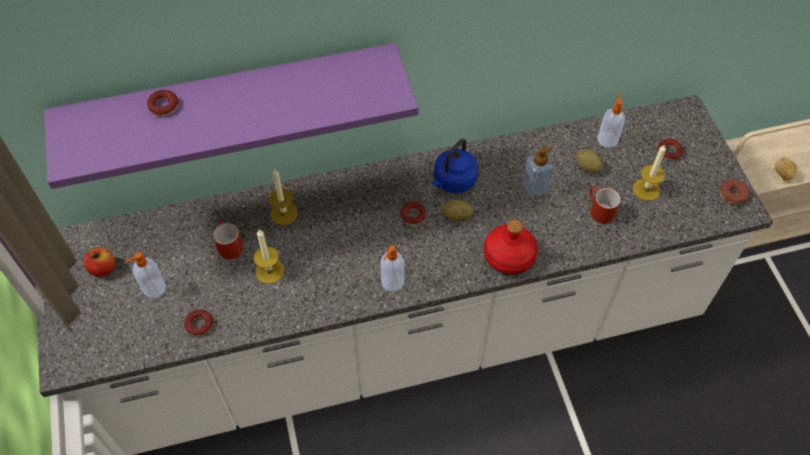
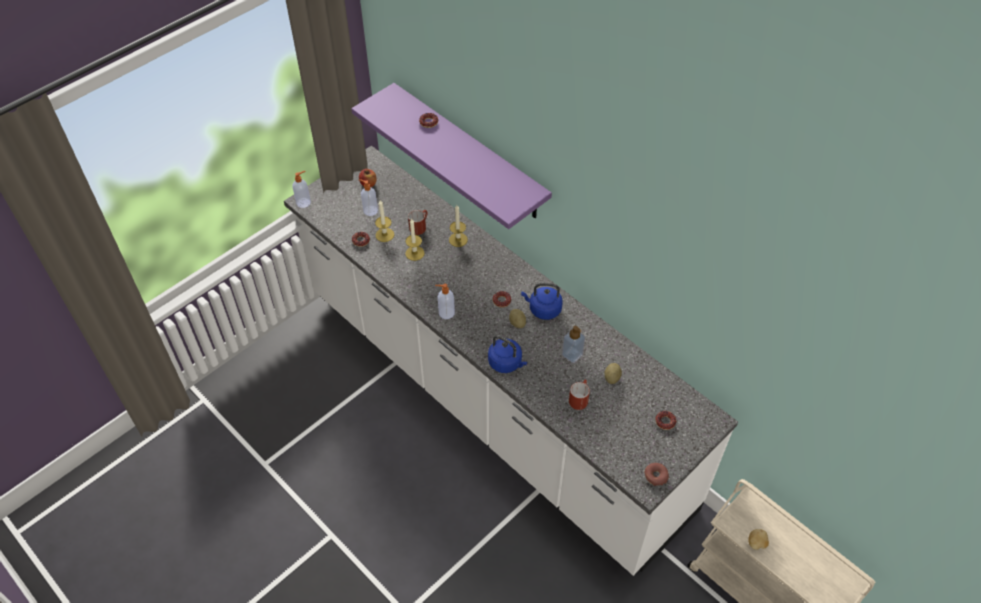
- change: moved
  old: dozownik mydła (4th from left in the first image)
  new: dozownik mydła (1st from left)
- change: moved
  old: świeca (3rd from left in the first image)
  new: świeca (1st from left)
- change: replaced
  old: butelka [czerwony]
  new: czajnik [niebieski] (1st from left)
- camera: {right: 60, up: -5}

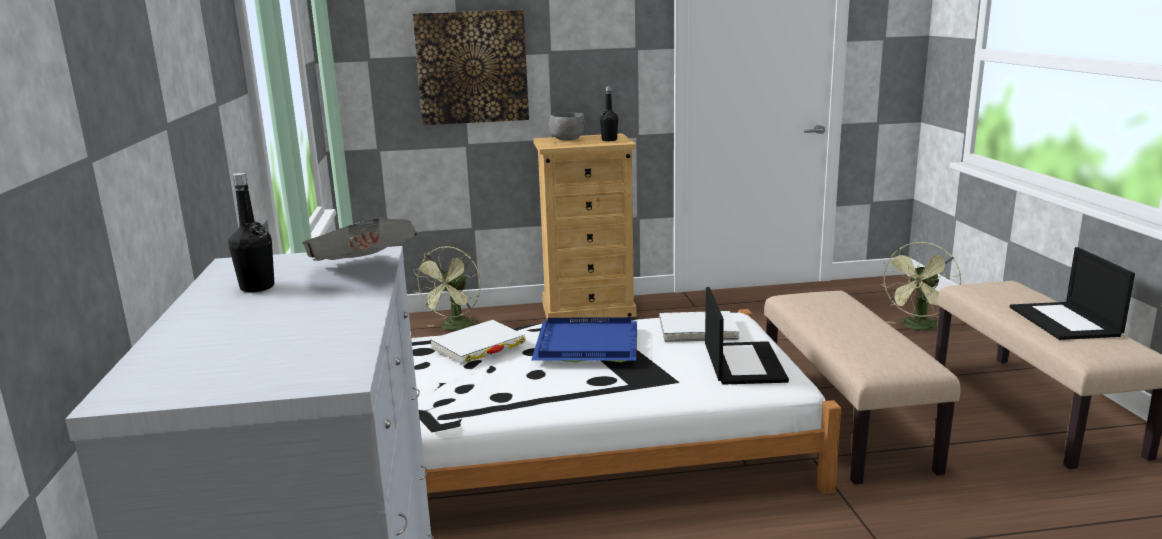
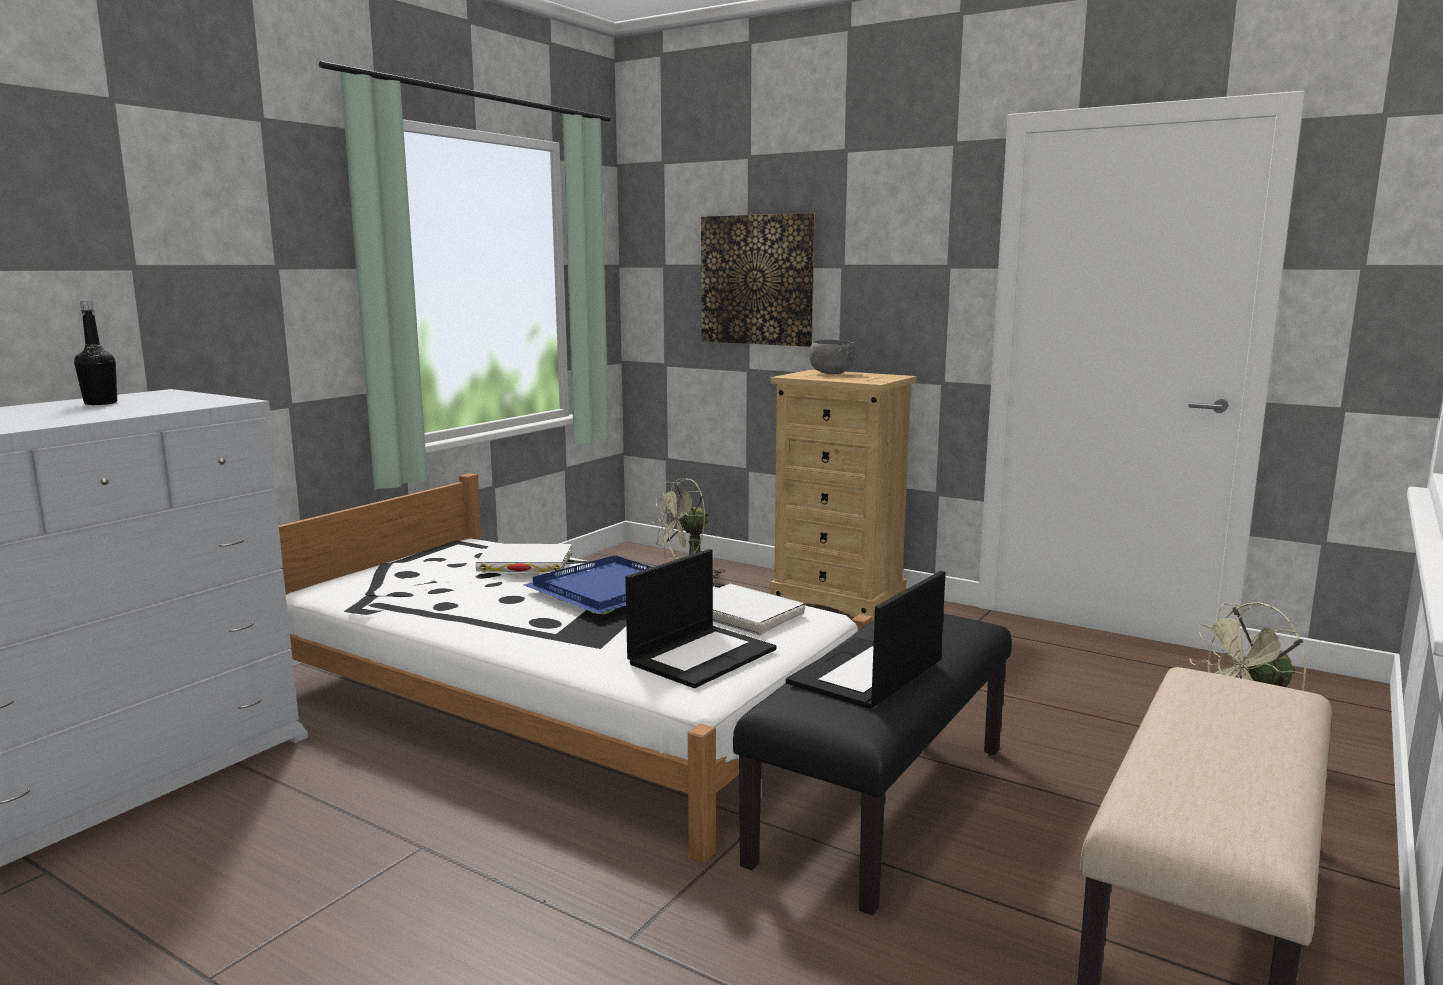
- change: removed
  old: butelka [czarny] (2nd from left)
- change: removed
  old: gazeta
- change: moved
  old: laptop (2nd from left)
- change: recoloured
  old: ławka [beżowy] (1st from left)
  new: ławka [czarny]
- camera: {right: 40, up: -5}

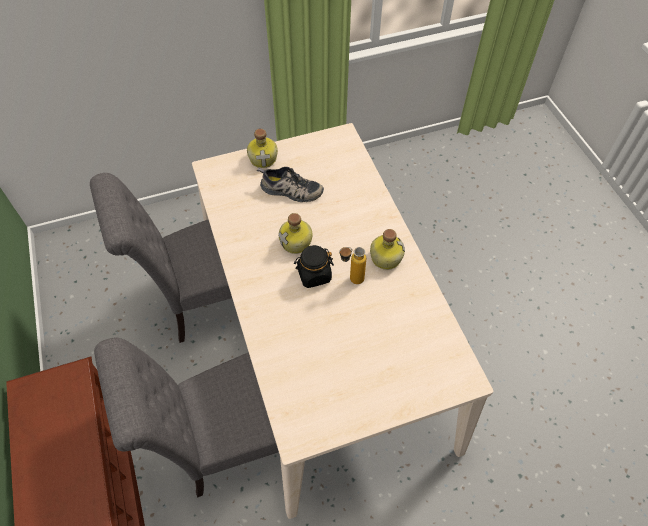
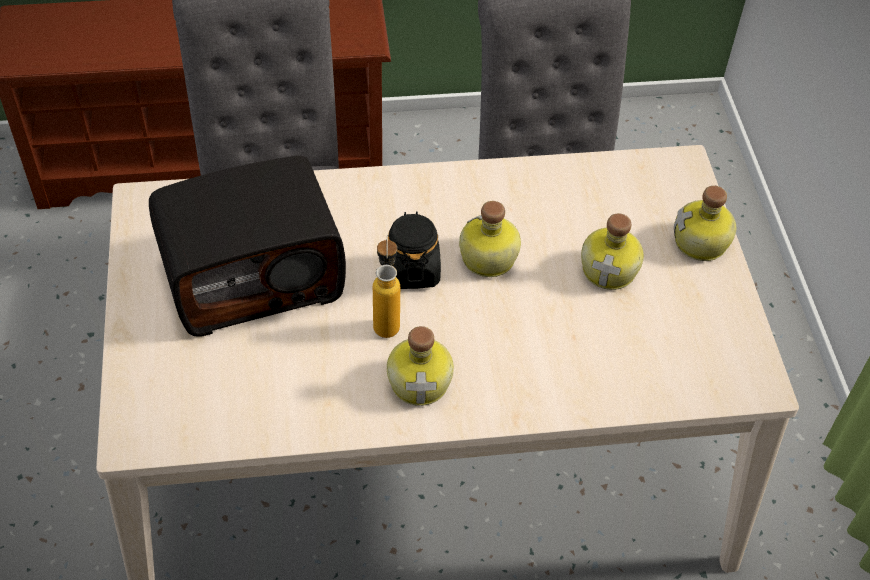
- change: replaced
  old: but
  new: butelka (4th from left)
- change: added
  new: radio
- camera: {right: 100, up: -5}

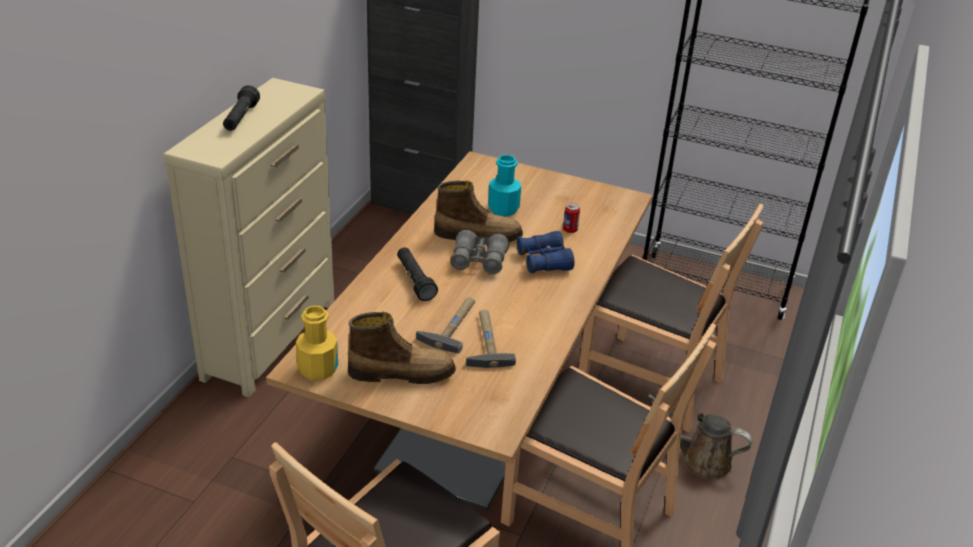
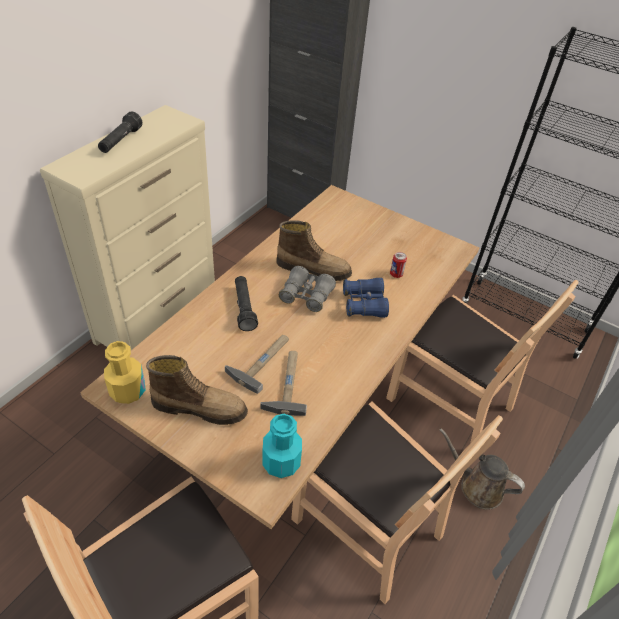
- change: moved
  old: butelka [turkusowy]
- camera: {right: 10, up: 10}

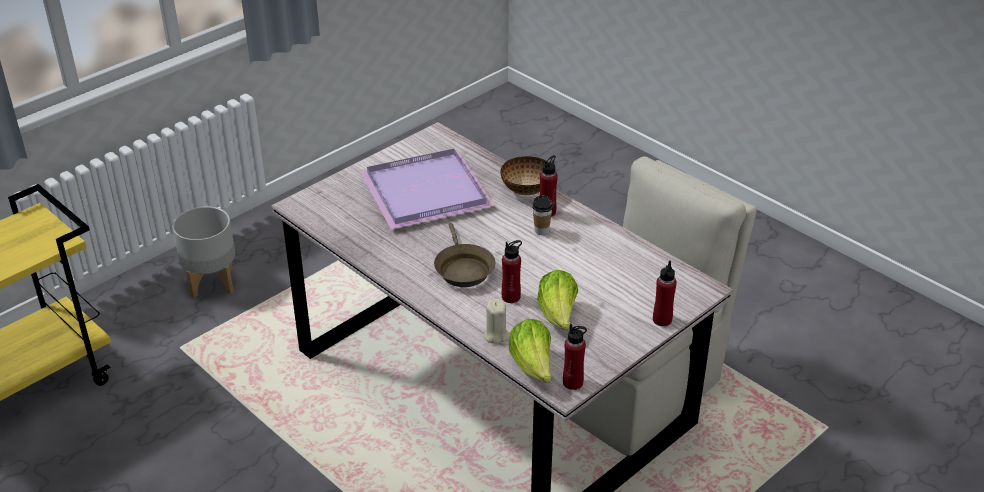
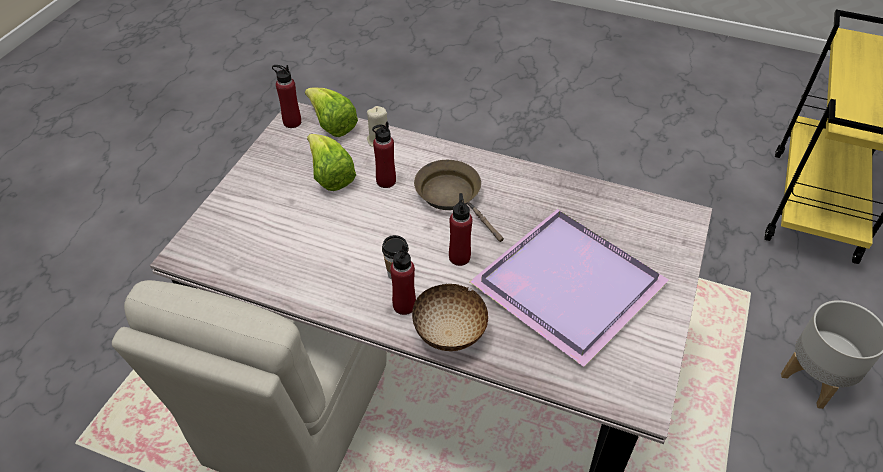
- change: moved
  old: butelka [czerwony] (4th from left)
- camera: {right: 155, up: 10}

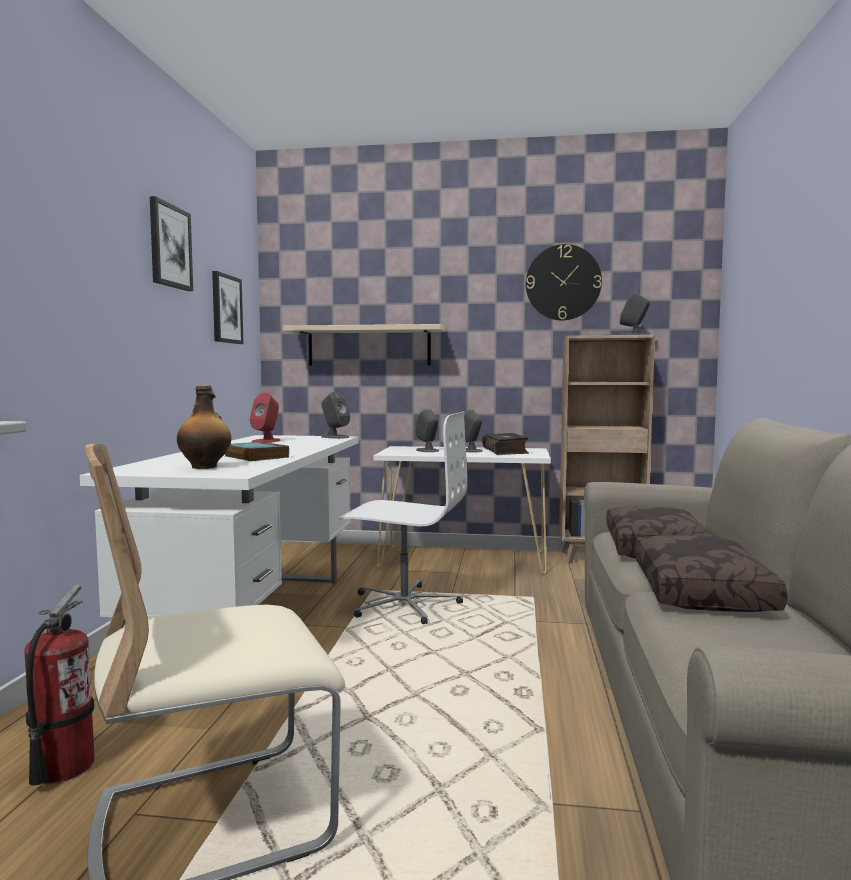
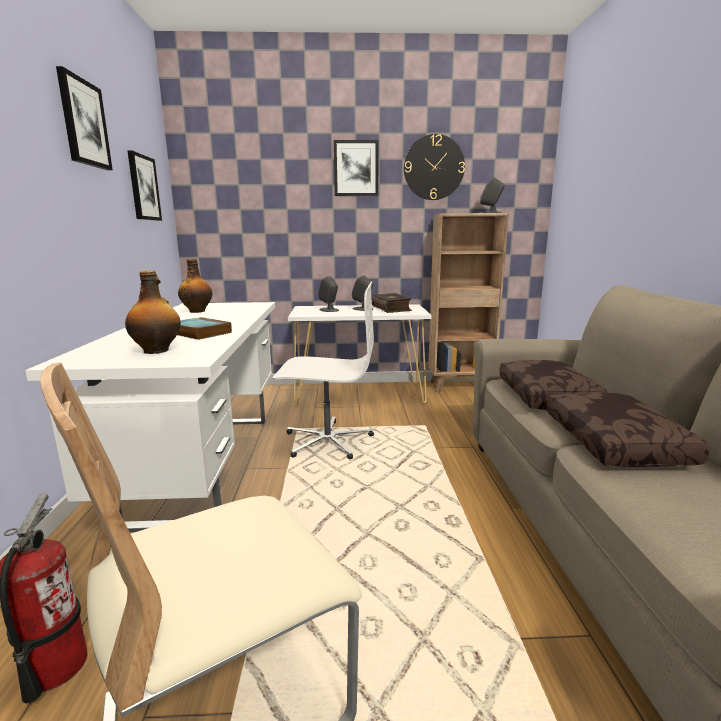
- change: removed
  old: półka [beżowy]
- change: removed
  old: głośnik [szary] (1st from left)
- change: replaced
  old: głośnik [czerwony]
  new: butelka (2nd from left)
- change: added
  new: obraz (3rd from left)
- camera: {right: -10, up: 10}

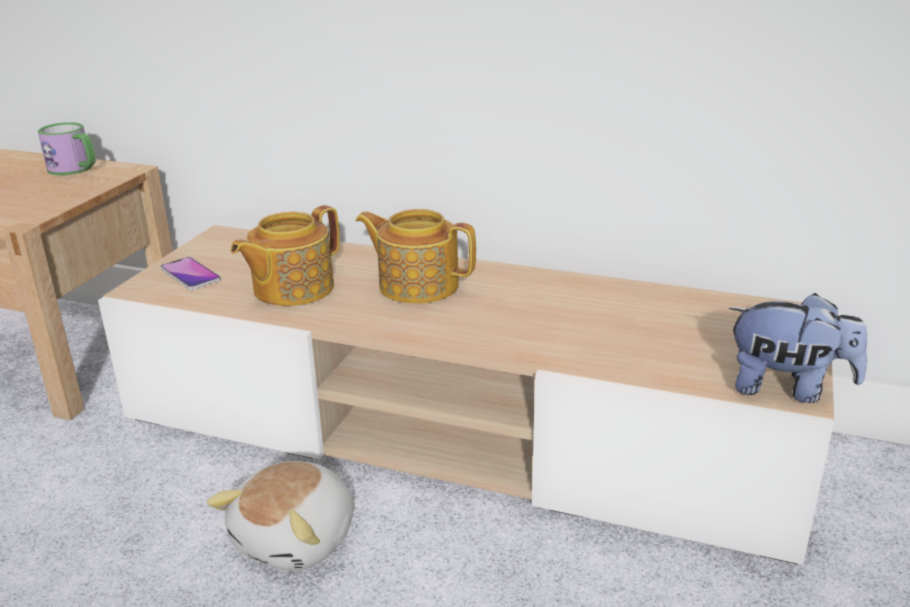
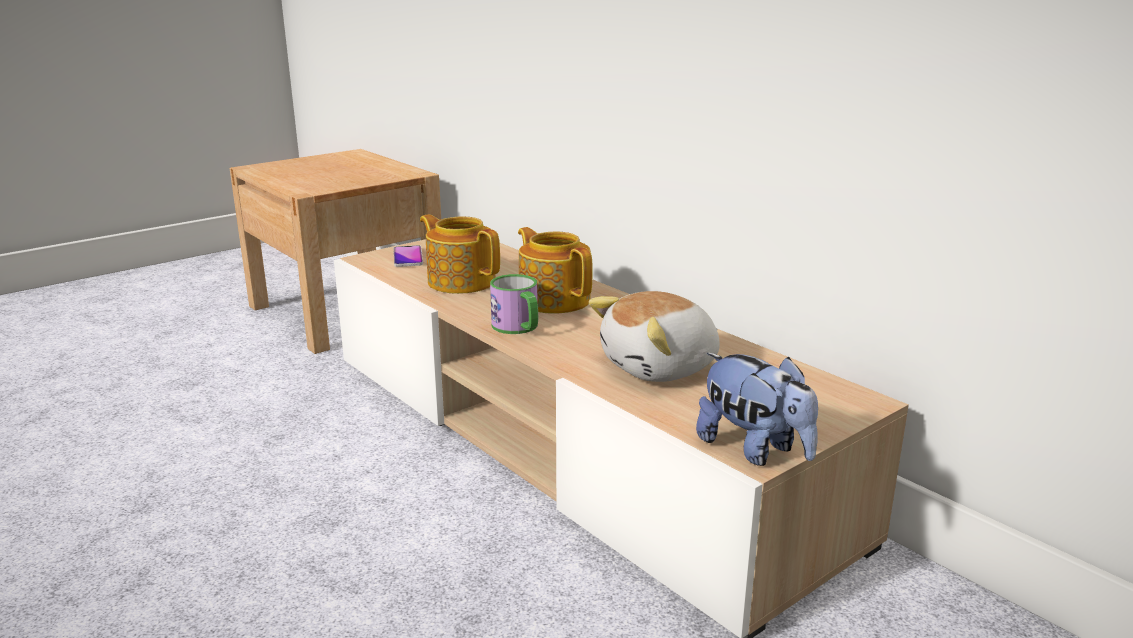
- change: moved
  old: kubek
- change: turned
  old: imbryk (1st from left)
  degrees: 60
- change: moved
  old: pluszak (1st from left)
- camera: {right: 30, up: -5}

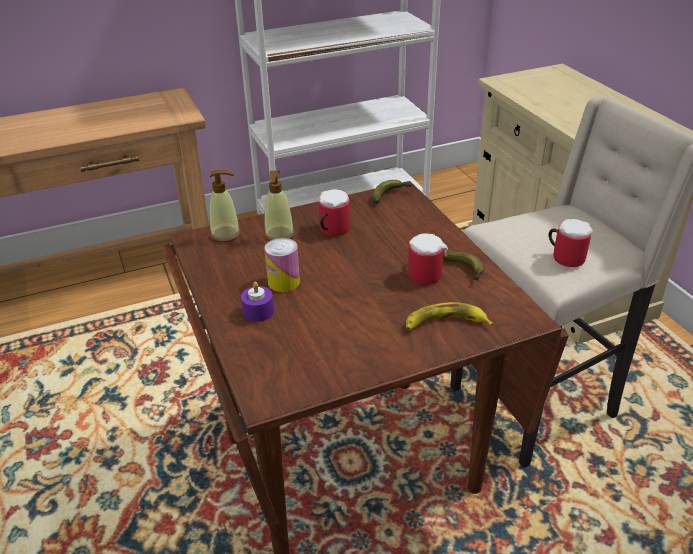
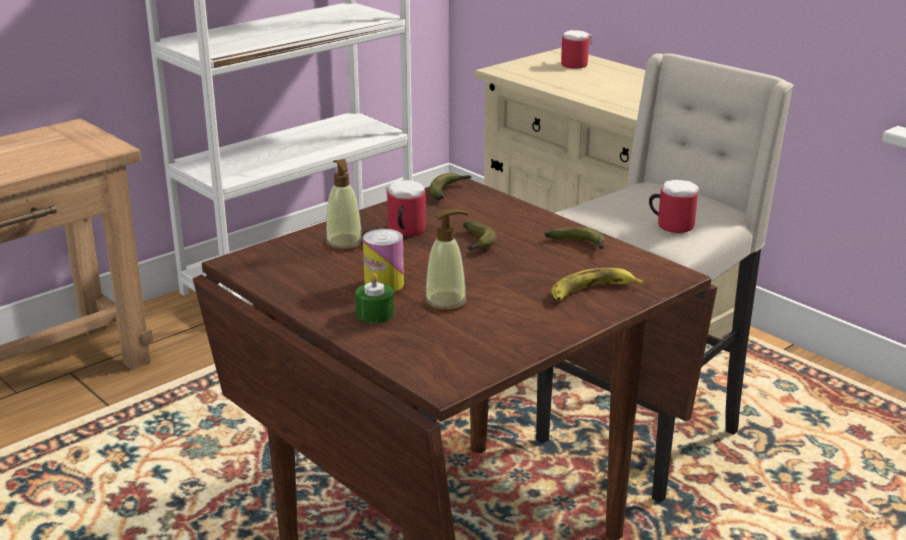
- change: moved
  old: dozownik mydła (1st from left in the first image)
  new: dozownik mydła (2nd from left)
- change: moved
  old: kubek (2nd from left)
- change: recoloured
  old: świeca [fioletowy]
  new: świeca [zielony]
- change: added
  new: banan (2nd from left)
- camera: {right: -20, up: -10}

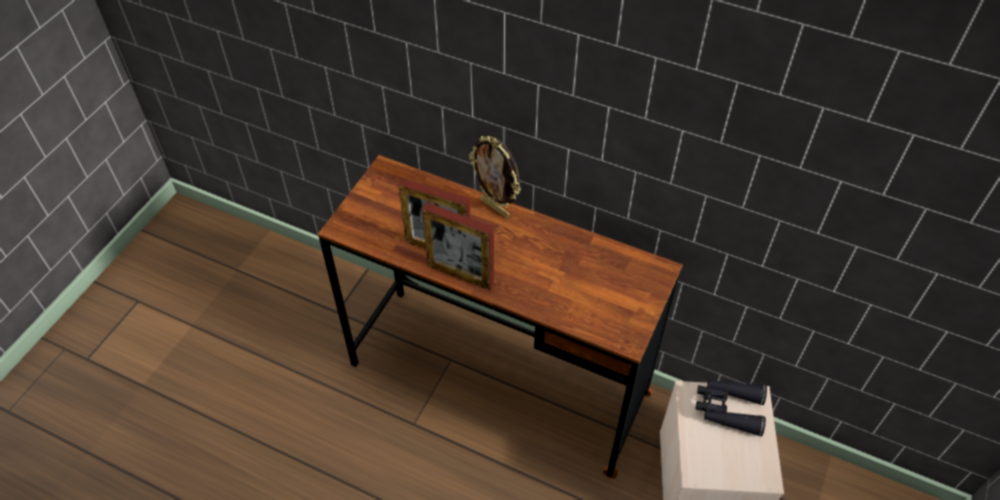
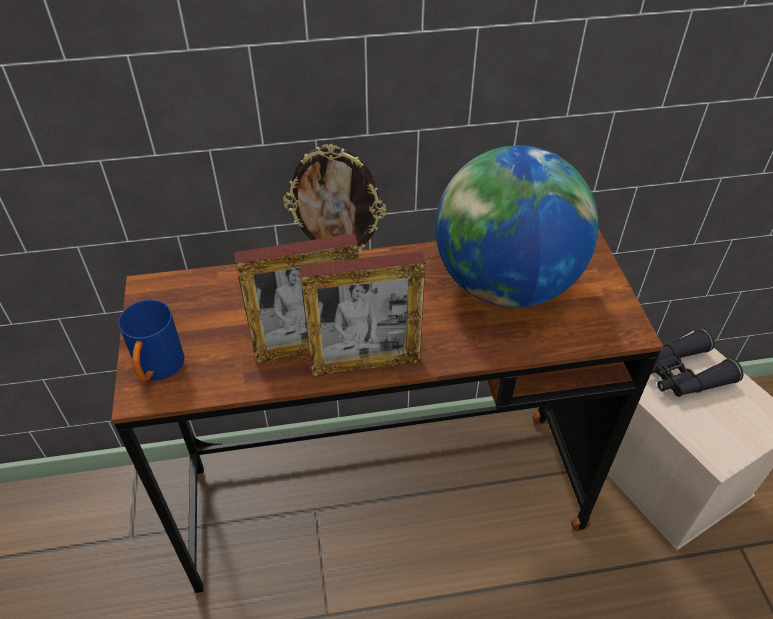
- change: added
  new: globus
- change: added
  new: kubek [niebieski]
- camera: {right: -35, up: -5}

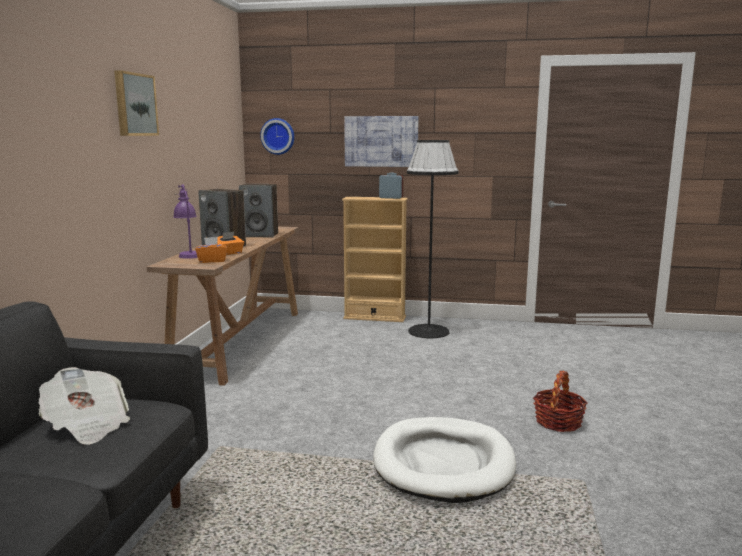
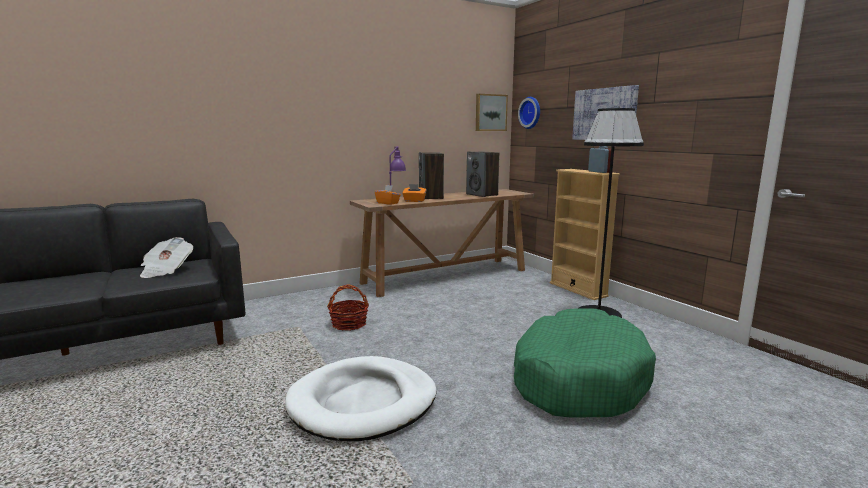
- change: moved
  old: obraz (1st from left)
- change: moved
  old: koszyk
- change: added
  new: legowisko [zielony]
- camera: {right: 50, up: 0}

